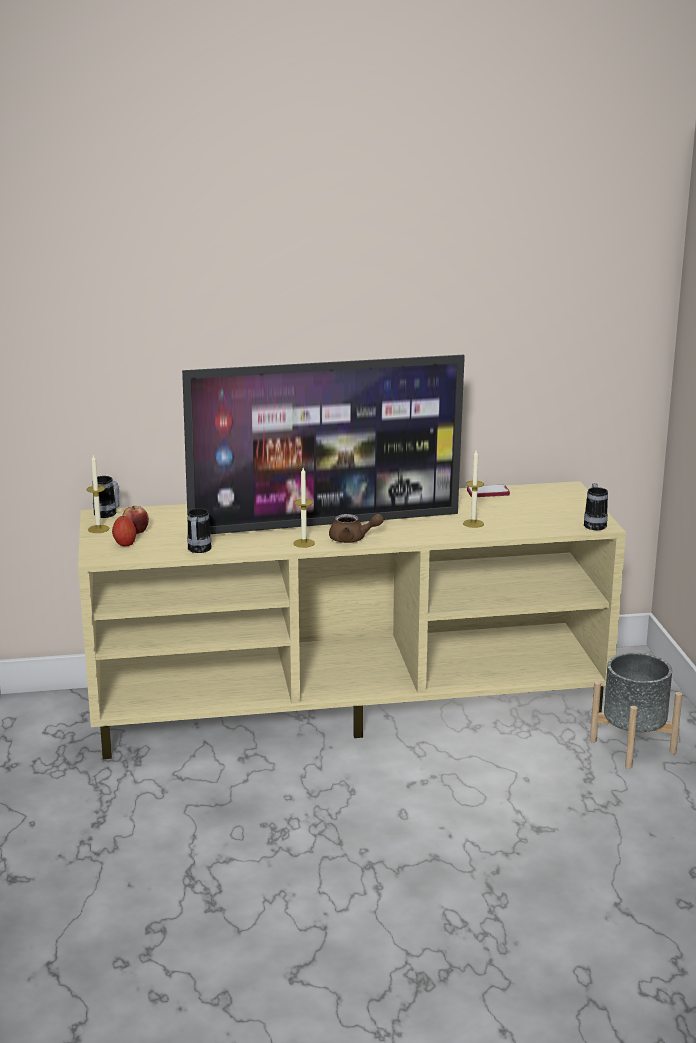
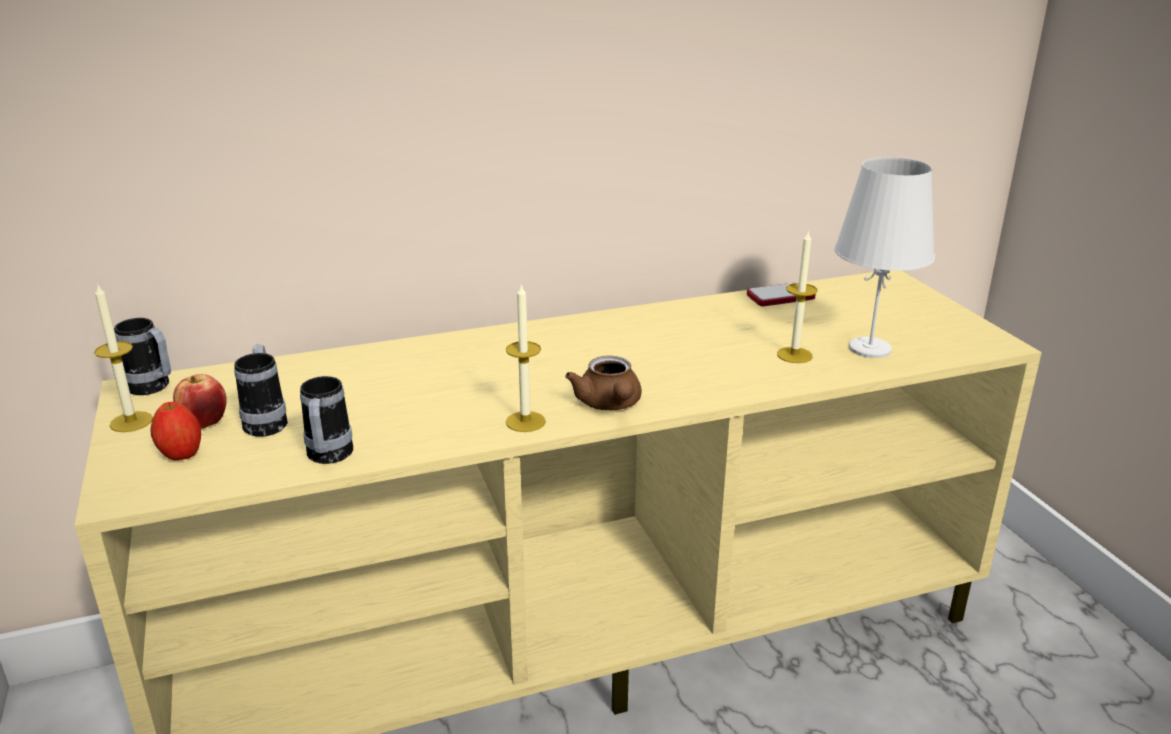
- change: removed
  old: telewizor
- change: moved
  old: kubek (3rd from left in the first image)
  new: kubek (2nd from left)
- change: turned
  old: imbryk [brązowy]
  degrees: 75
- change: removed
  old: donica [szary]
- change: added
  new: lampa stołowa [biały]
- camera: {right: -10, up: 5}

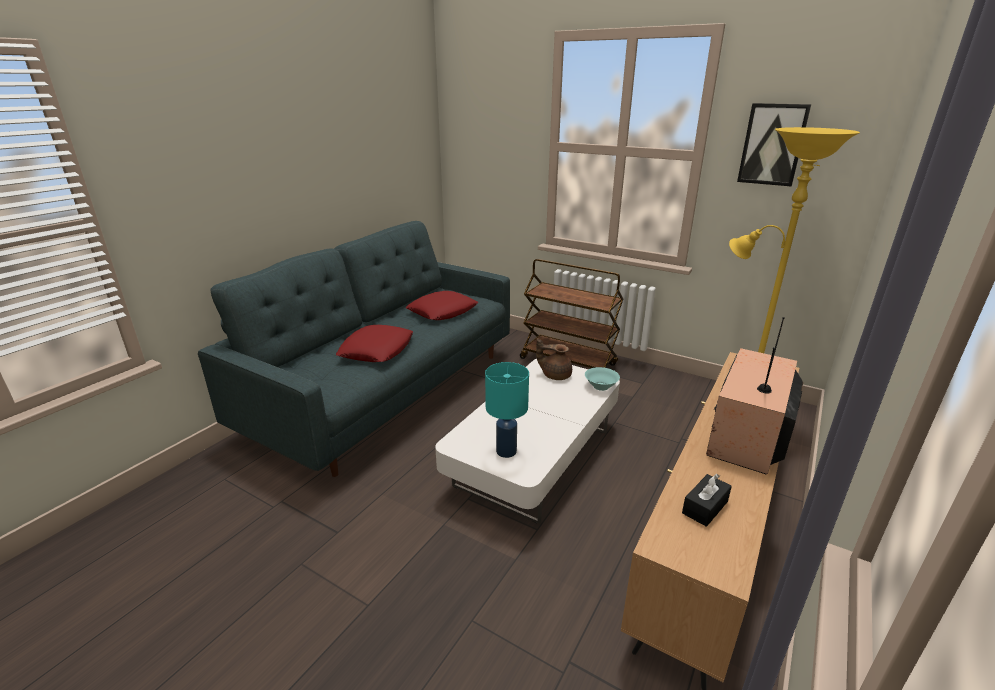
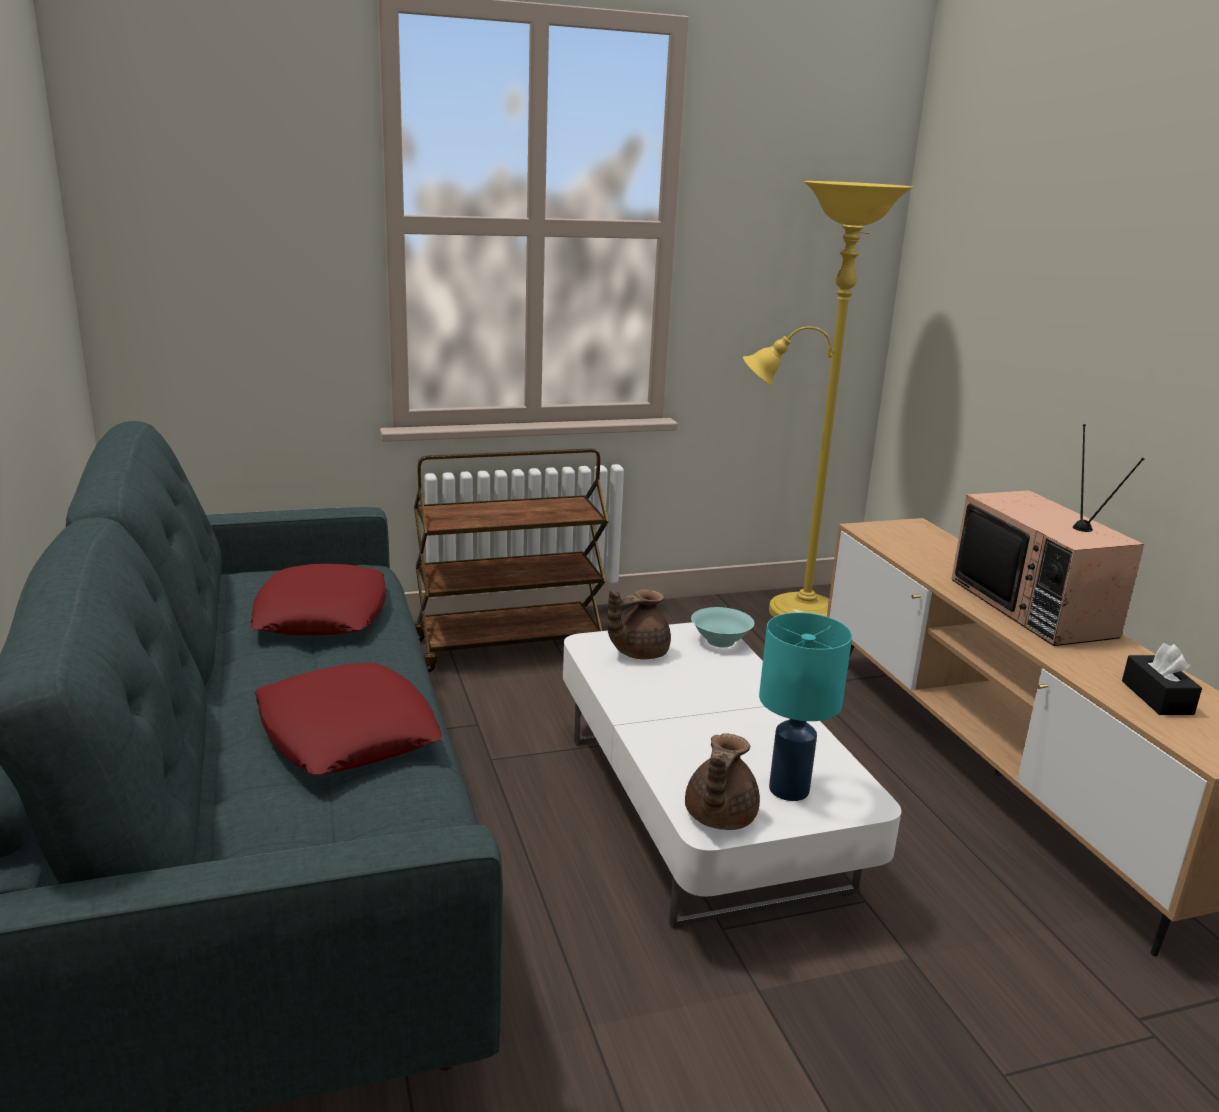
- change: removed
  old: obraz
- change: added
  new: imbryk [brązowy] (2nd from left)
- camera: {right: -50, up: -5}

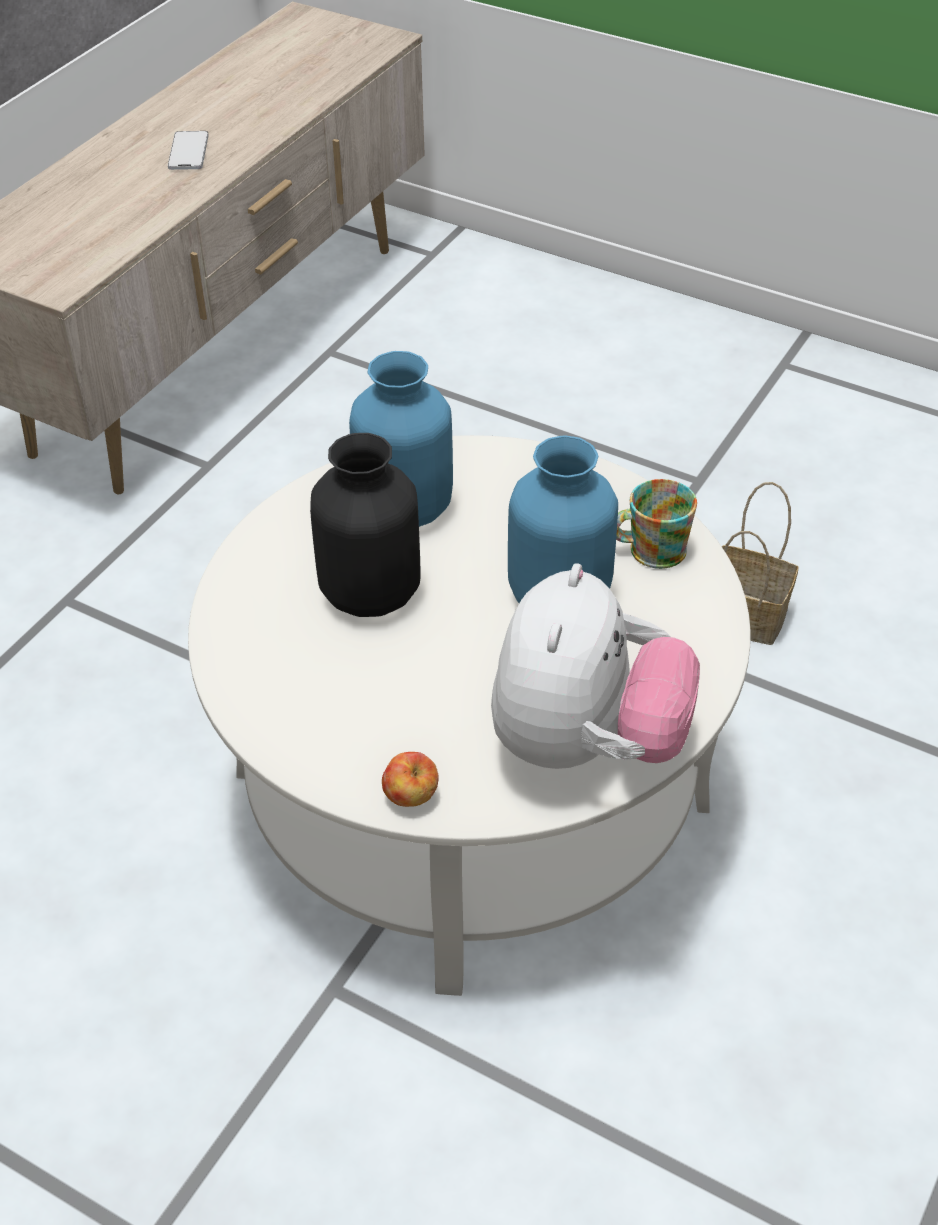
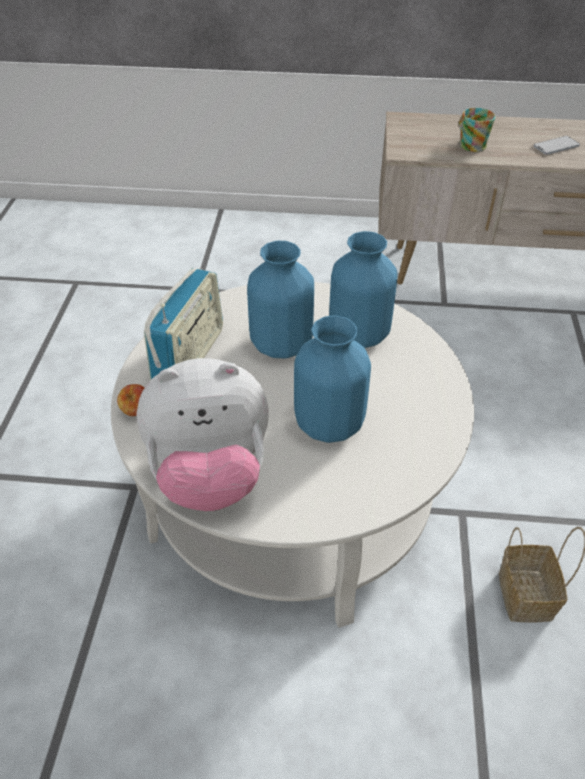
- change: recoloured
  old: wazon [czarny]
  new: wazon [niebieski] (1st from left)
- change: moved
  old: kubek
- change: added
  new: radio
- camera: {right: 65, up: 0}

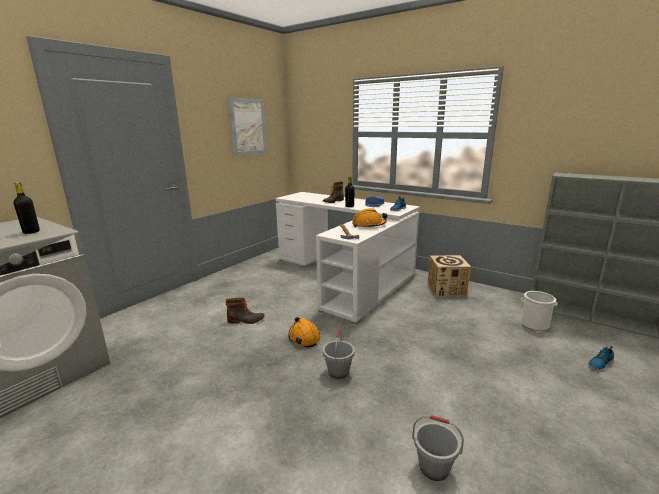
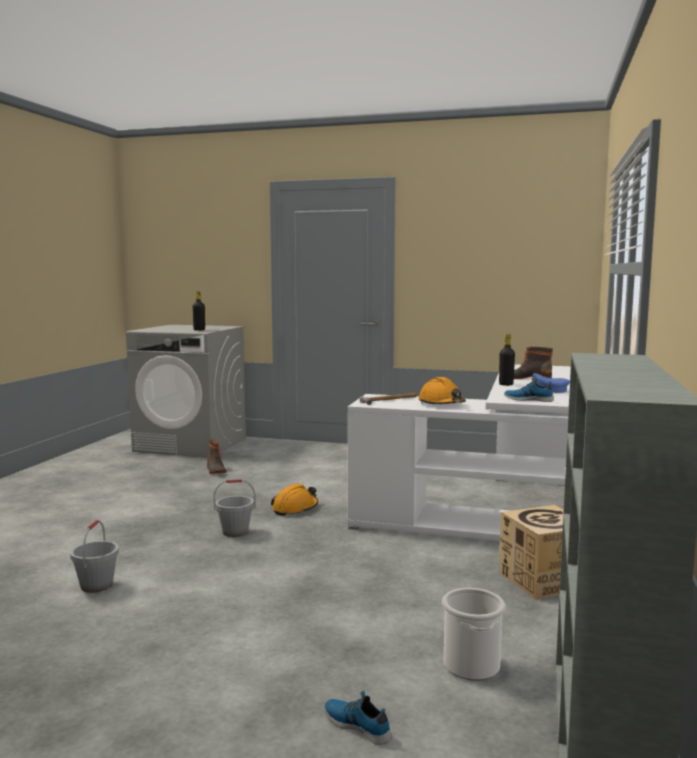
- change: removed
  old: obraz
- change: moved
  old: but z cholewką (1st from left)
- camera: {right: 70, up: -10}

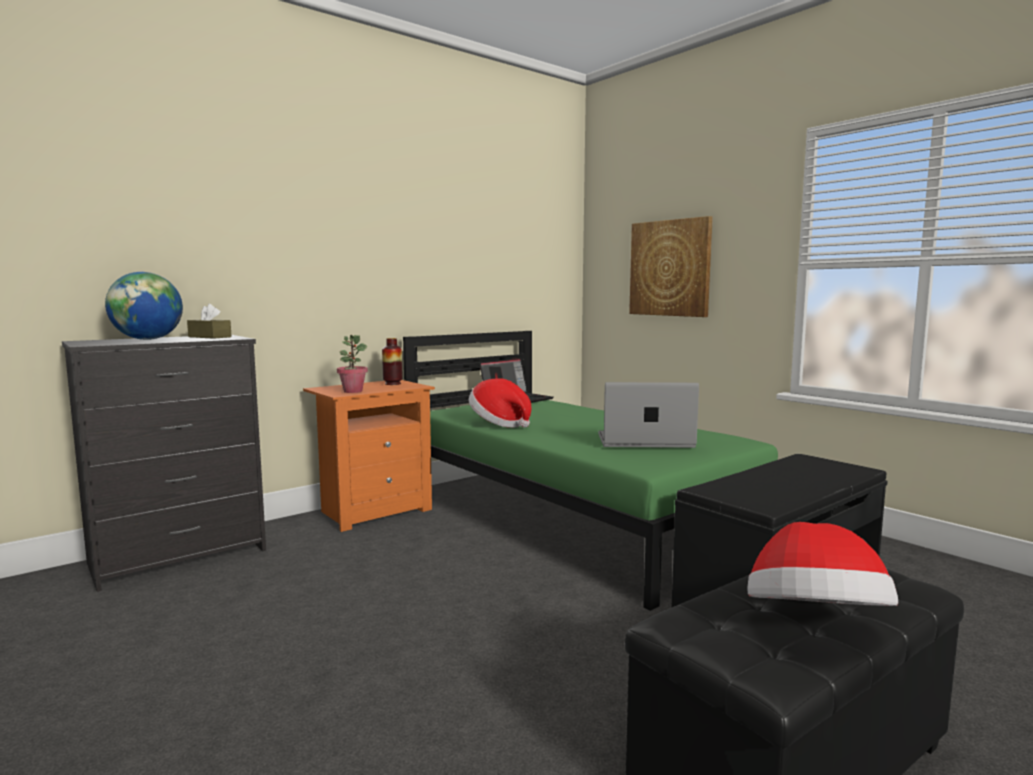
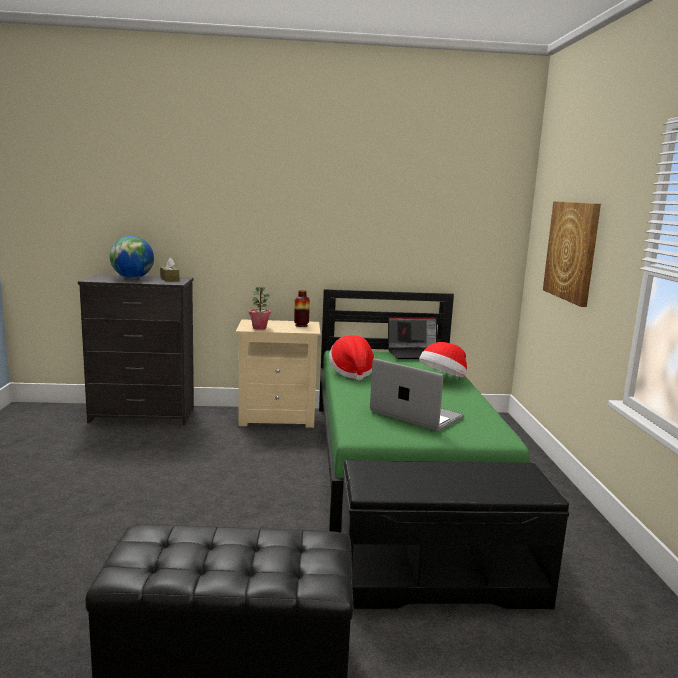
- change: recoloured
  old: szafka nocna [pomarańczowy]
  new: szafka nocna [beżowy]
- change: moved
  old: kapelusz (2nd from left)
- camera: {right: 35, up: 5}

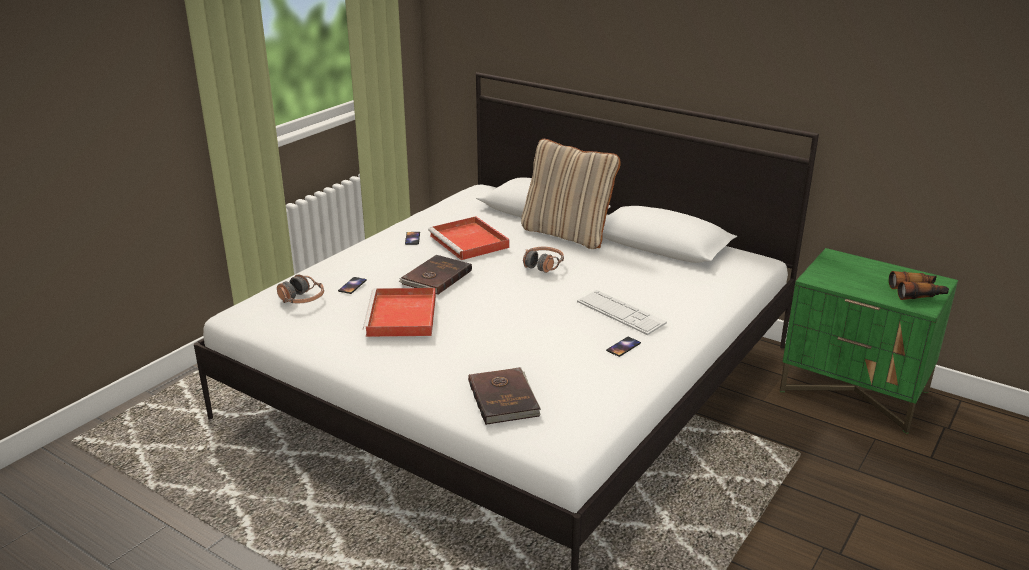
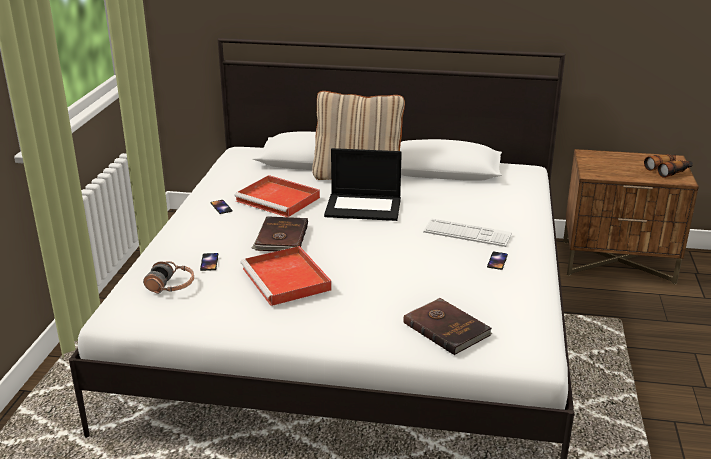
- change: replaced
  old: słuchawki (2nd from left)
  new: laptop
- change: recoloured
  old: szafka nocna [zielony]
  new: szafka nocna [brązowy]
- camera: {right: -25, up: 0}

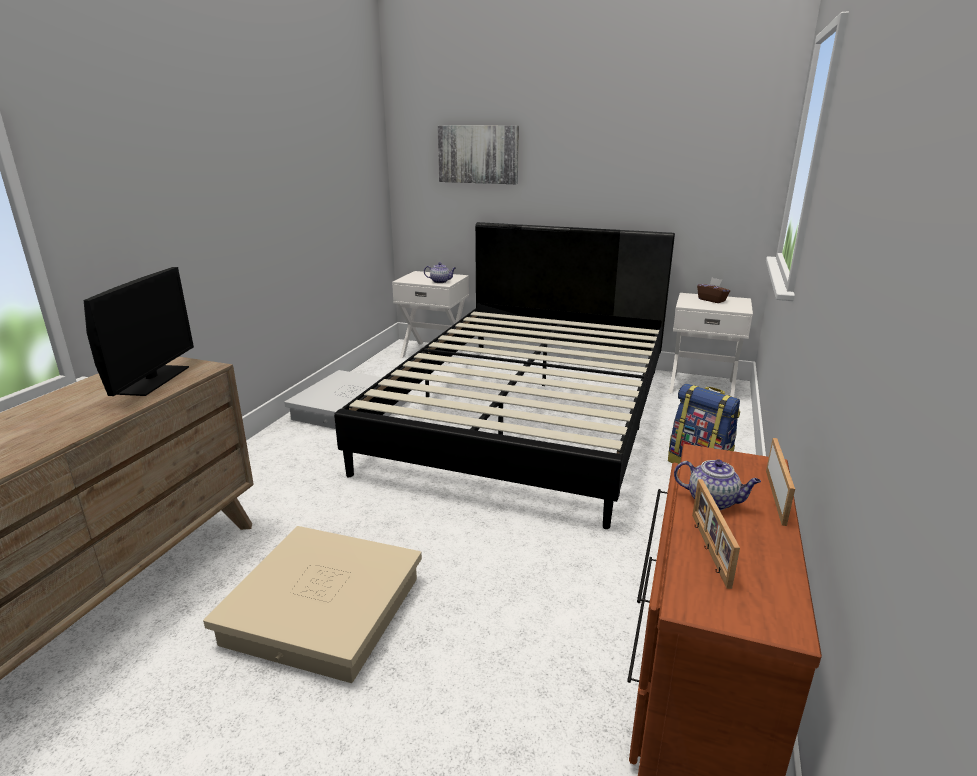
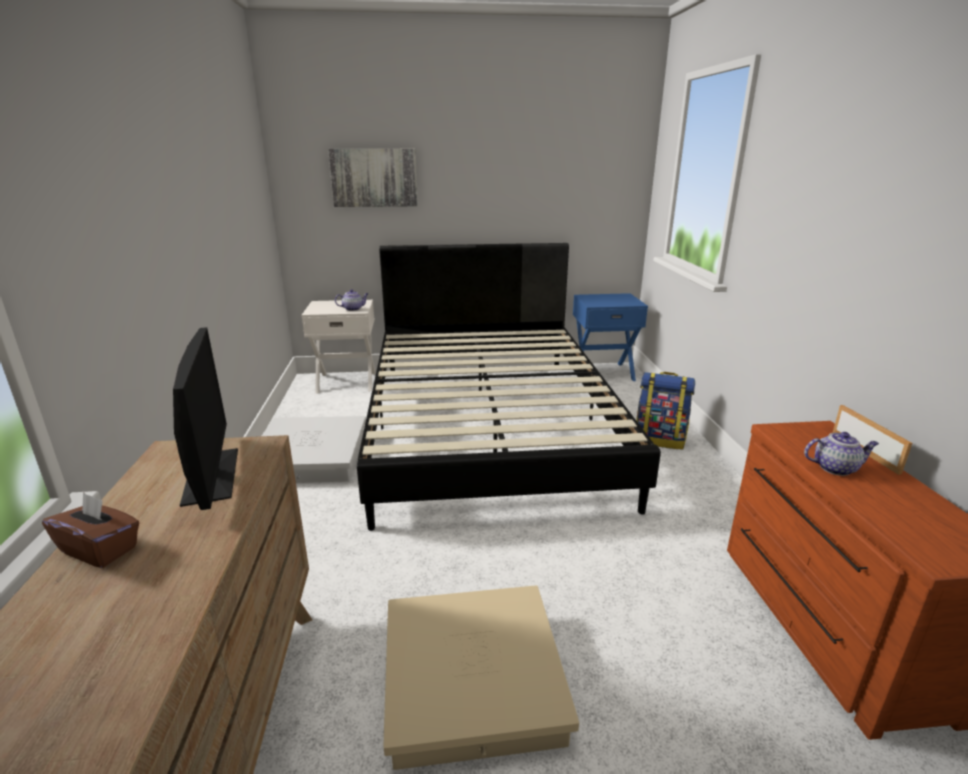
- change: moved
  old: pudełko chusteczek [brązowy]
- change: recoloured
  old: szafka nocna [biały] (2nd from left)
  new: szafka nocna [niebieski]
- change: removed
  old: ramka na zdjęcie (1st from left)
- camera: {right: -25, up: 0}

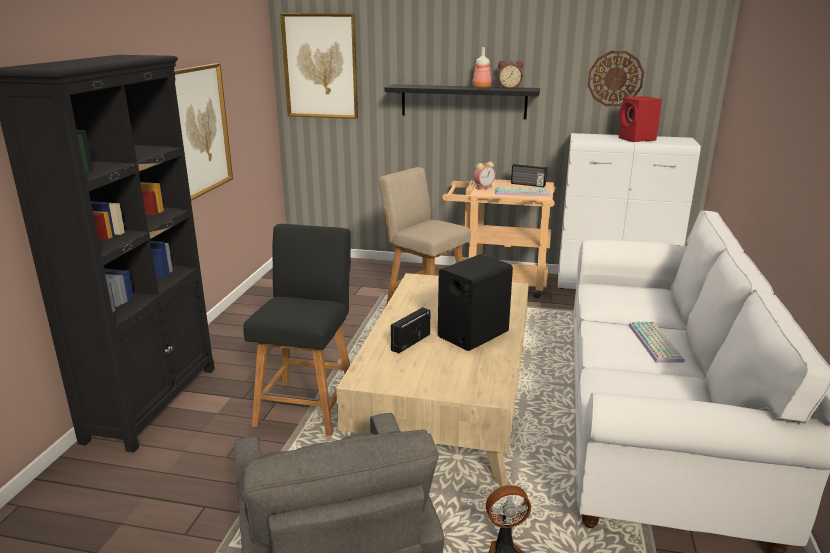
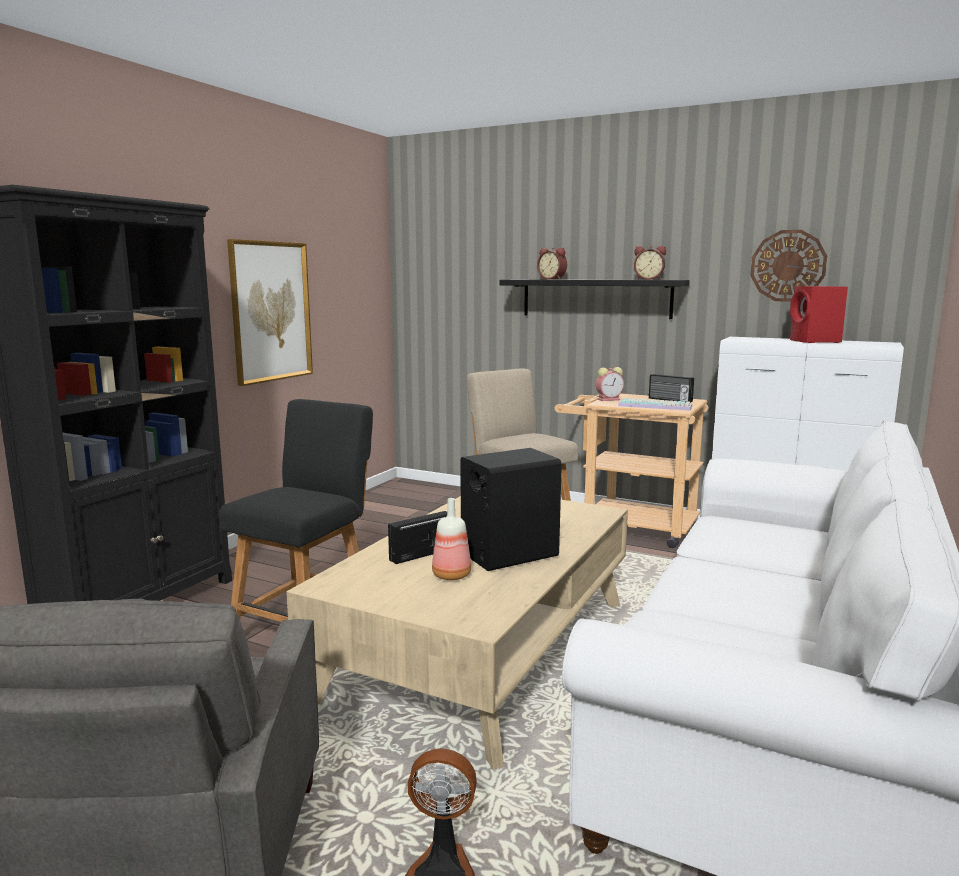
- change: removed
  old: obraz (2nd from left)
- change: moved
  old: butelka
- change: removed
  old: klawiatura (2nd from left)
- change: added
  new: budzik (1st from left)
- camera: {right: 15, up: -10}

